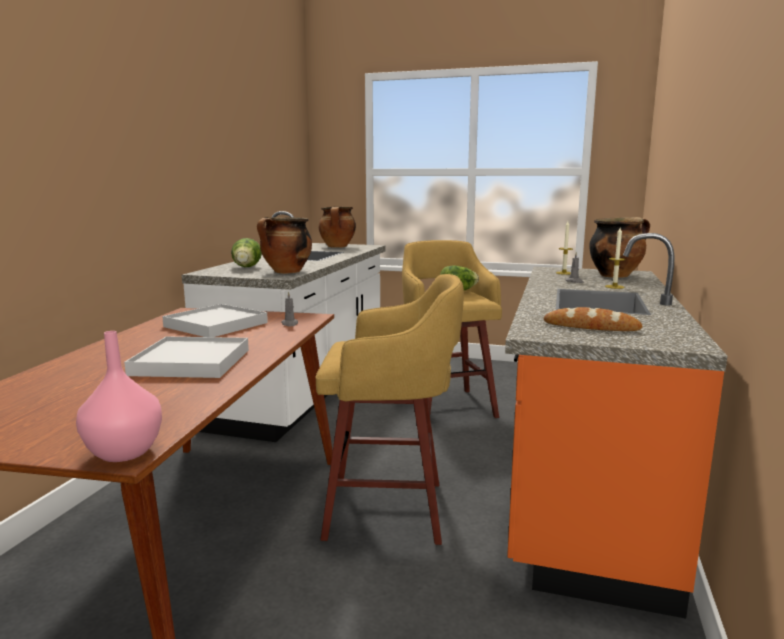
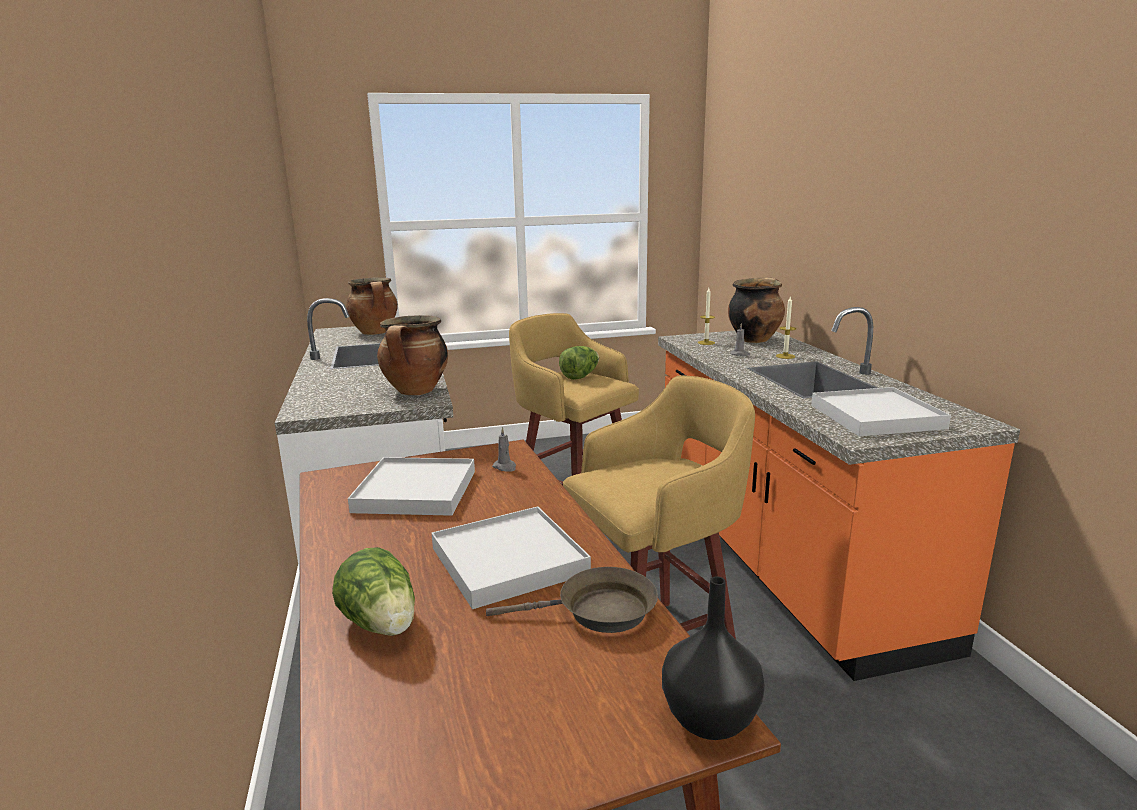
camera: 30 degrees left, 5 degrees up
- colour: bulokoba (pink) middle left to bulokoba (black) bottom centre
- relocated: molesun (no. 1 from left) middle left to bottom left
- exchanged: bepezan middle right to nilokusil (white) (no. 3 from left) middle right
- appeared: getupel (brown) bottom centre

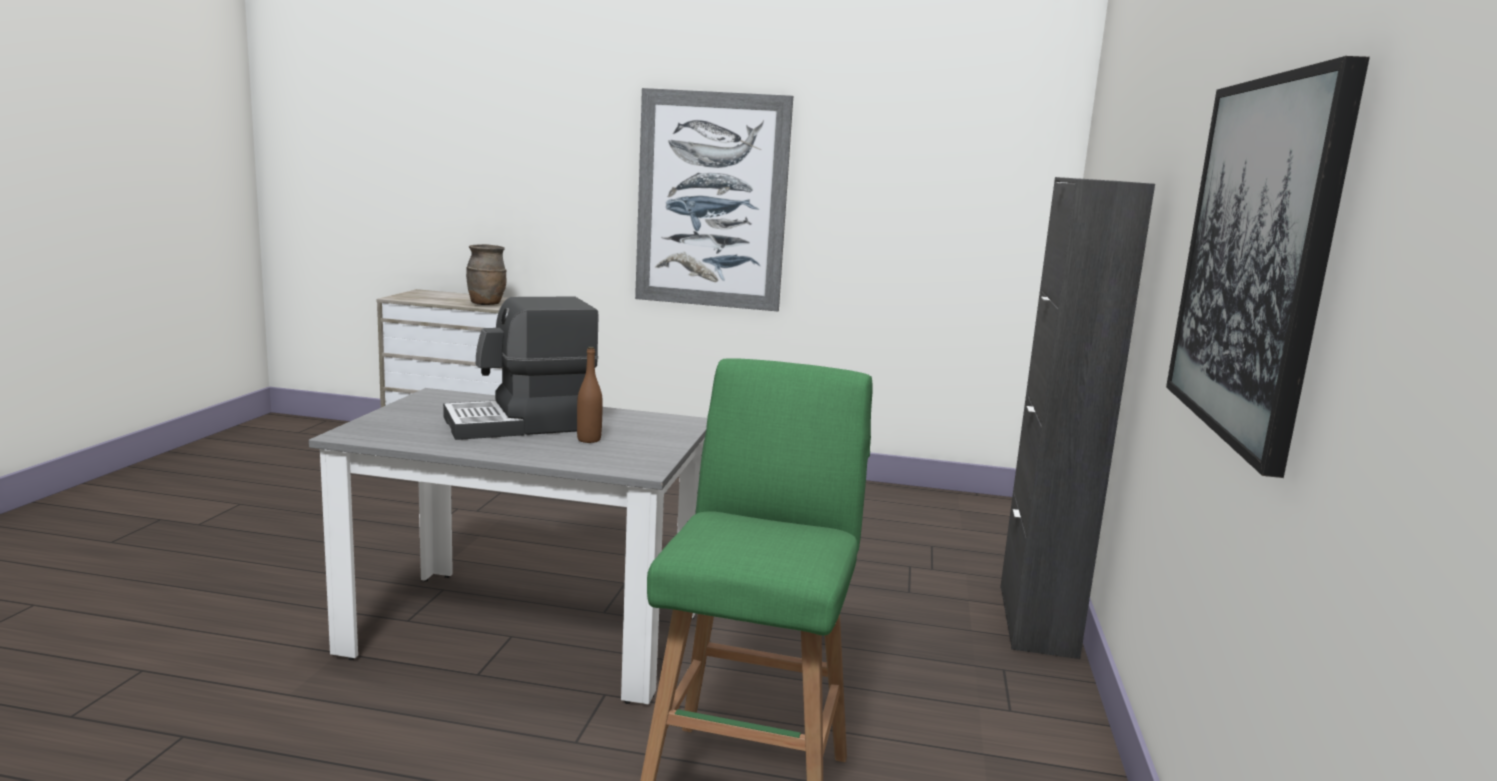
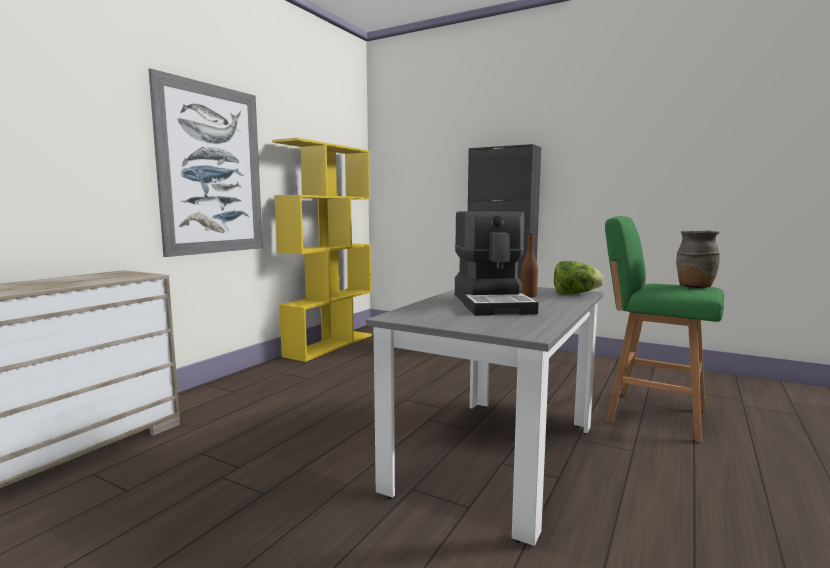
camera: 70 degrees left, 5 degrees down
- relocated: bulokoba (brown) middle left to middle right
- missing: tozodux (no. 2 from left) middle right
- appeared: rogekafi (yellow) centre
- appeared: molesun middle right

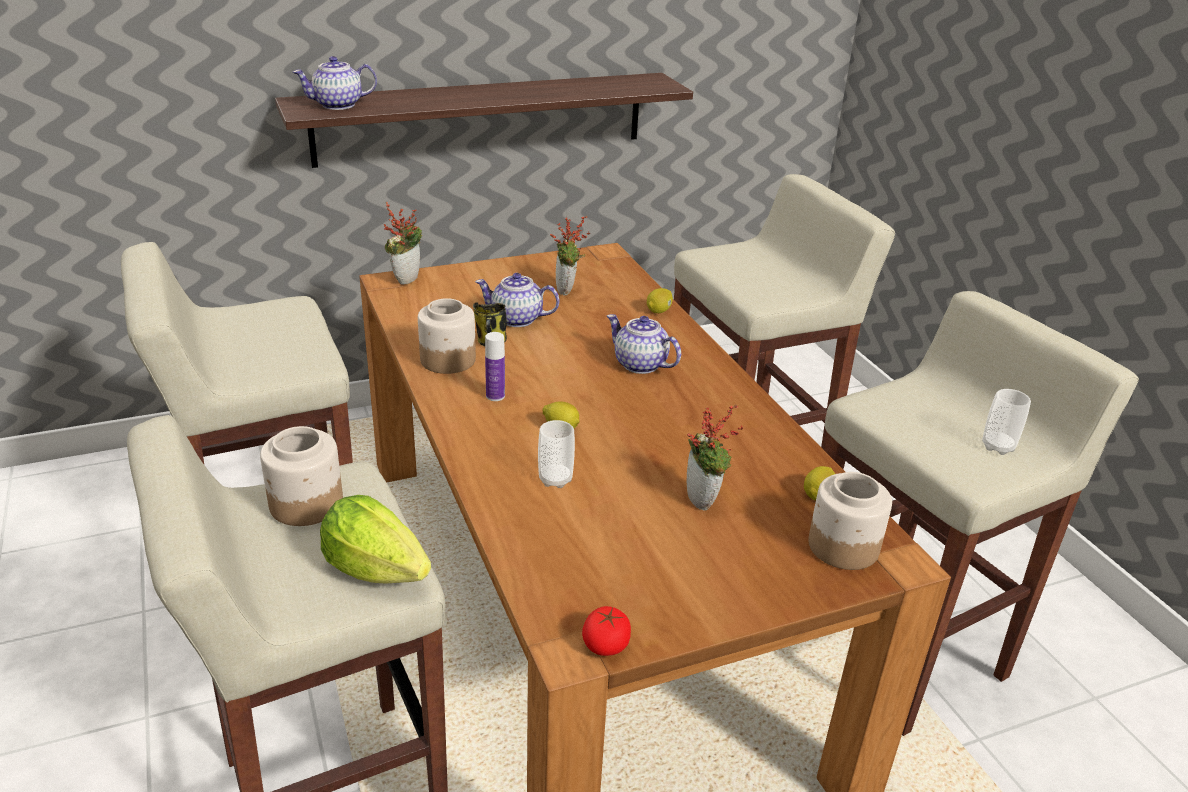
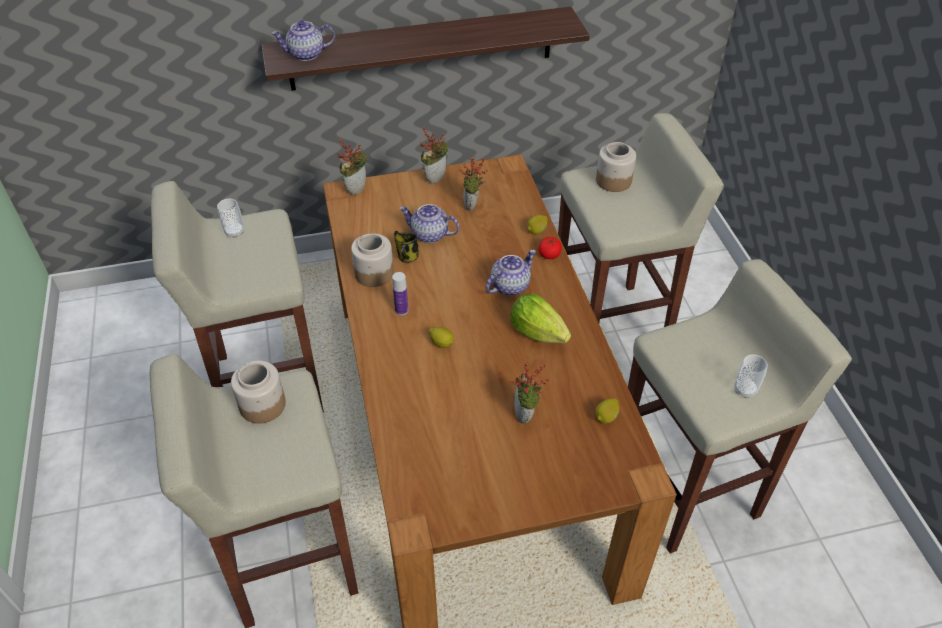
camera: 10 degrees right, 15 degrees up
- relocated: molesun bottom left to centre
- relocated: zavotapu (no. 1 from left) centre to middle left
- relocated: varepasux bottom centre to centre
- spun: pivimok (no. 3 from left) centre = centre 90 degrees clockwise
- relocated: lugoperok (no. 3 from left) middle right to top centre
- appeared: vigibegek (no. 2 from left) top centre

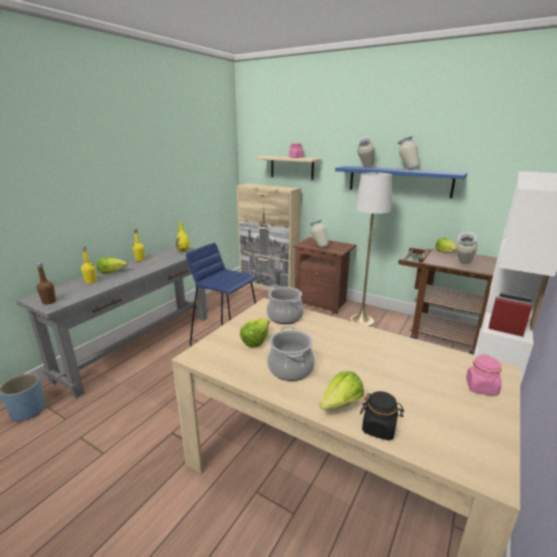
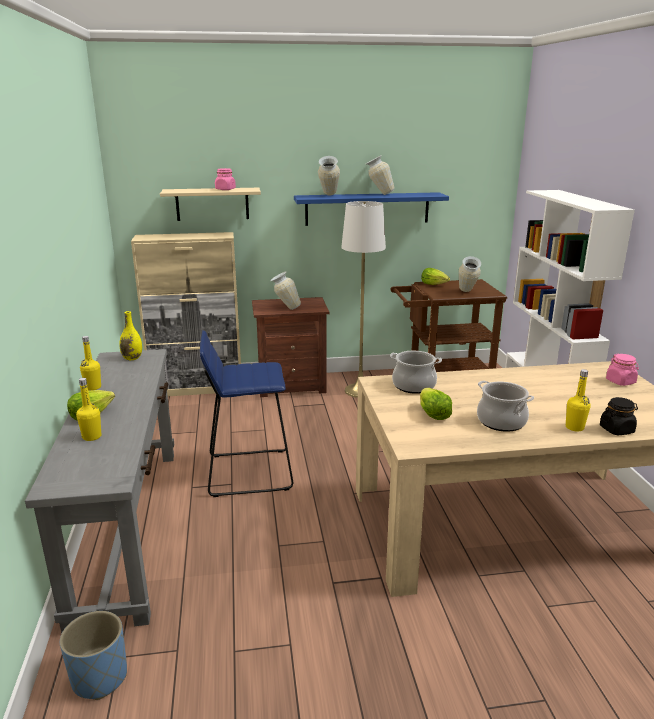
camera: 40 degrees left, 0 degrees up
- missing: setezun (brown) middle left
- exchanged: molesun (no. 3 from left) bottom centre to setezun (yellow) (no. 3 from left) middle right

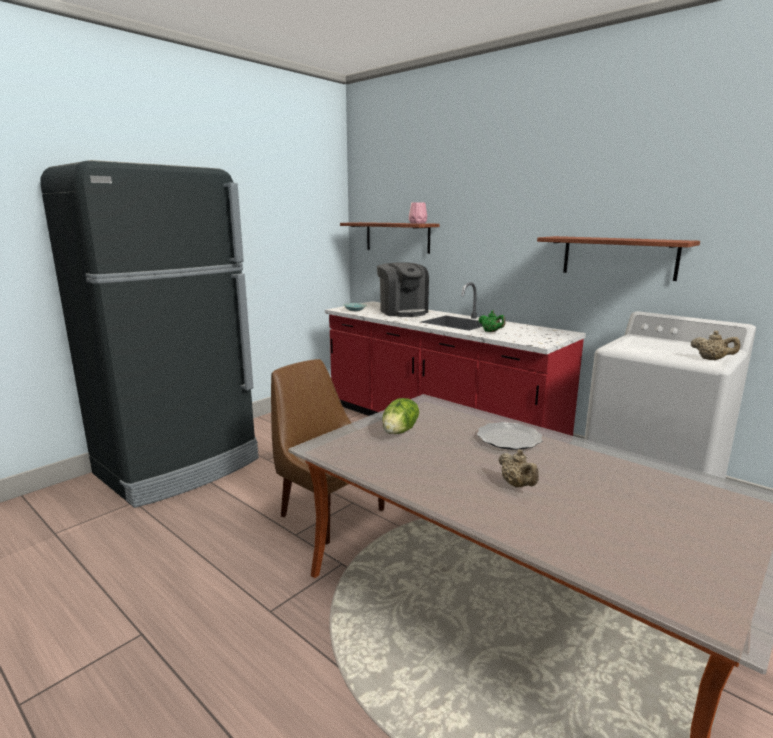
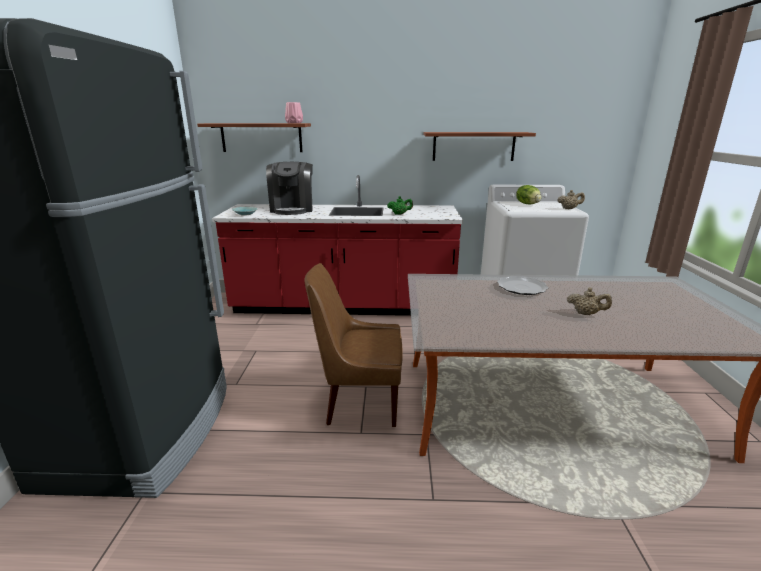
camera: 40 degrees left, 5 degrees up
- spun: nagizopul centre = top centre 60 degrees clockwise
- relocated: molesun centre to middle right

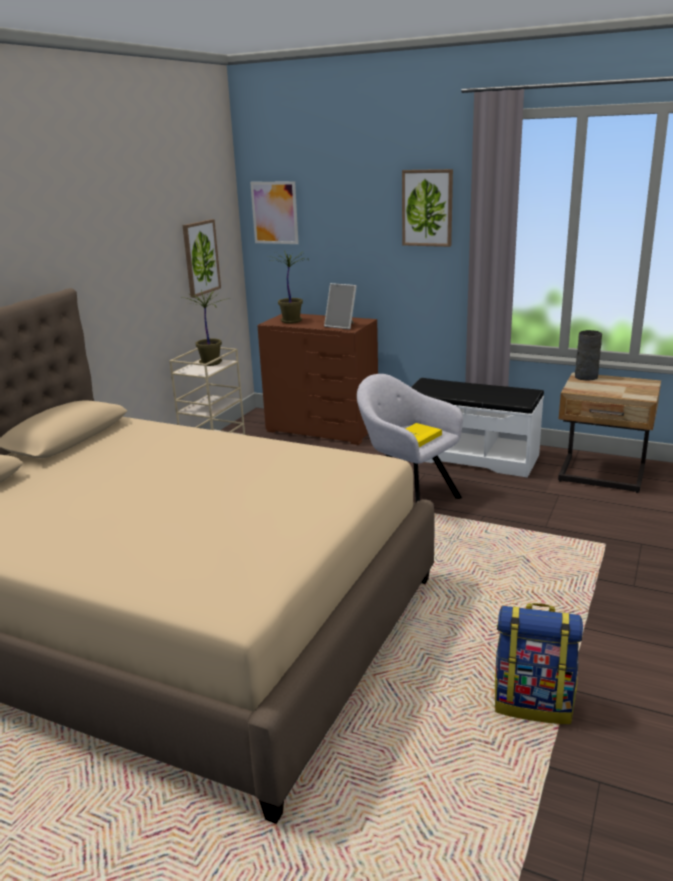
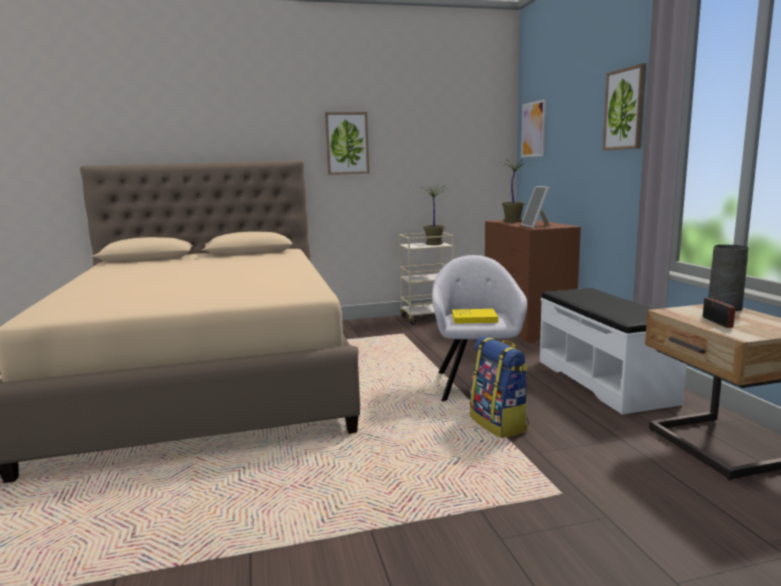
camera: 50 degrees right, 10 degrees down
- relocated: tozodux (no. 1 from left) top left to top centre
- relocated: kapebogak bottom right to centre
- appeared: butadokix middle right

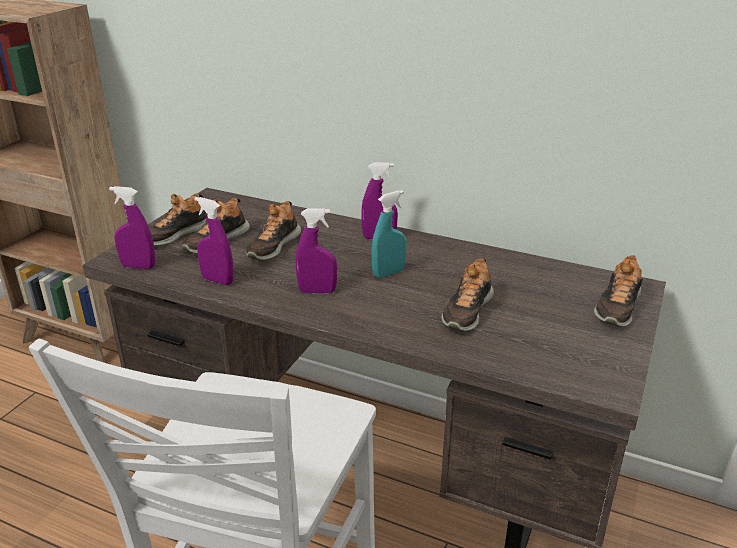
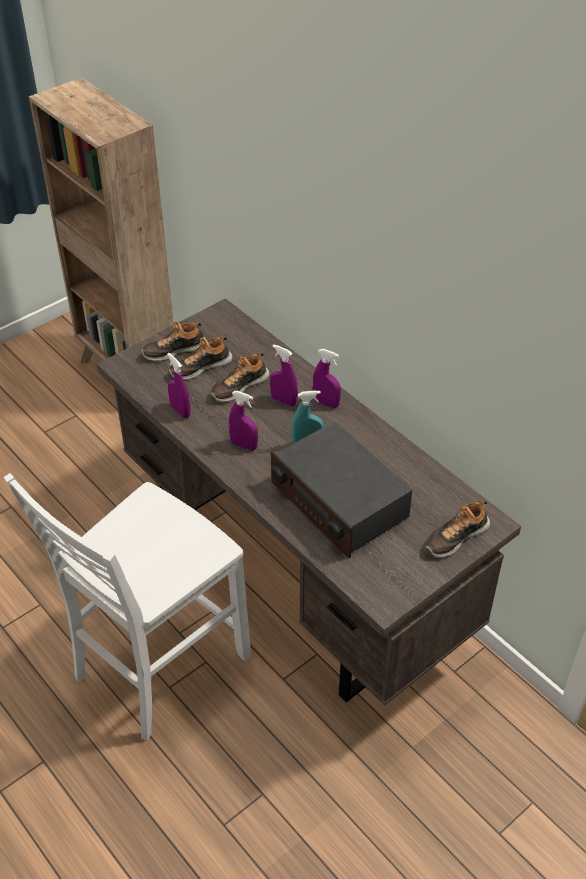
camera: 25 degrees right, 15 degrees up
- relocated: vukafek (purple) (no. 1 from left in the first image) middle left to vukafek (purple) (no. 3 from left) centre
- exchanged: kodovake (no. 4 from left) centre to butadokix centre

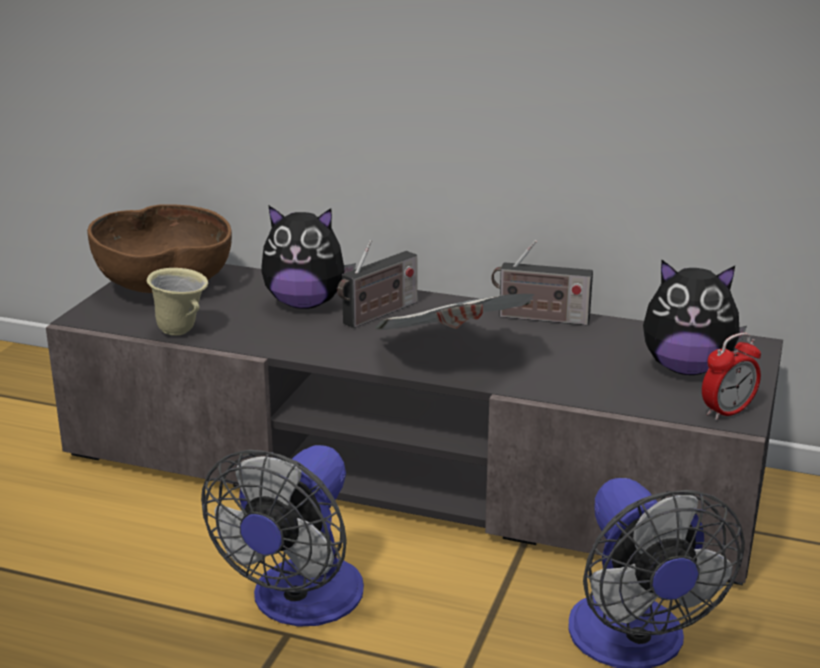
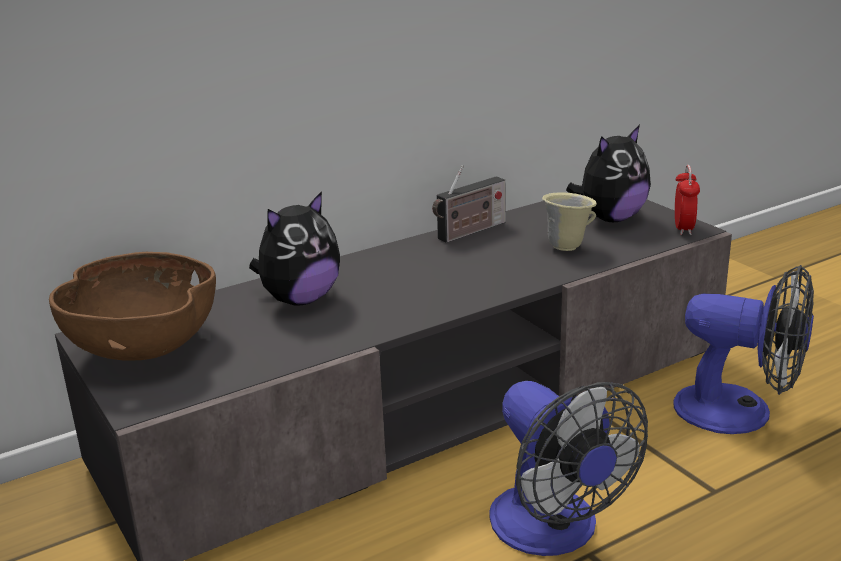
camera: 50 degrees left, 0 degrees up
- relocated: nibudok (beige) middle left to middle right
- missing: butadokix (no. 1 from left) centre
- missing: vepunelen centre

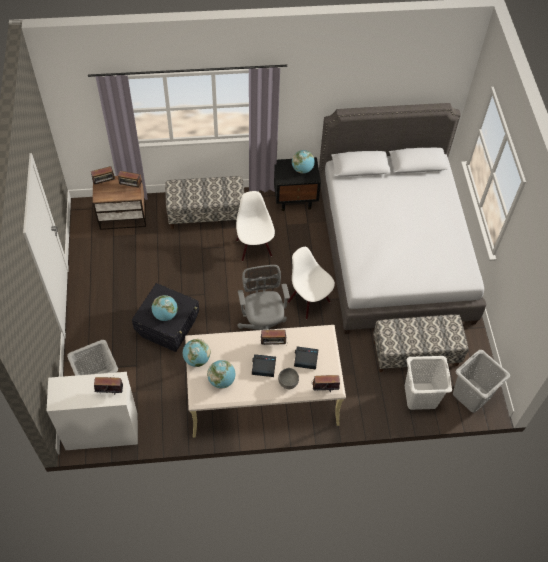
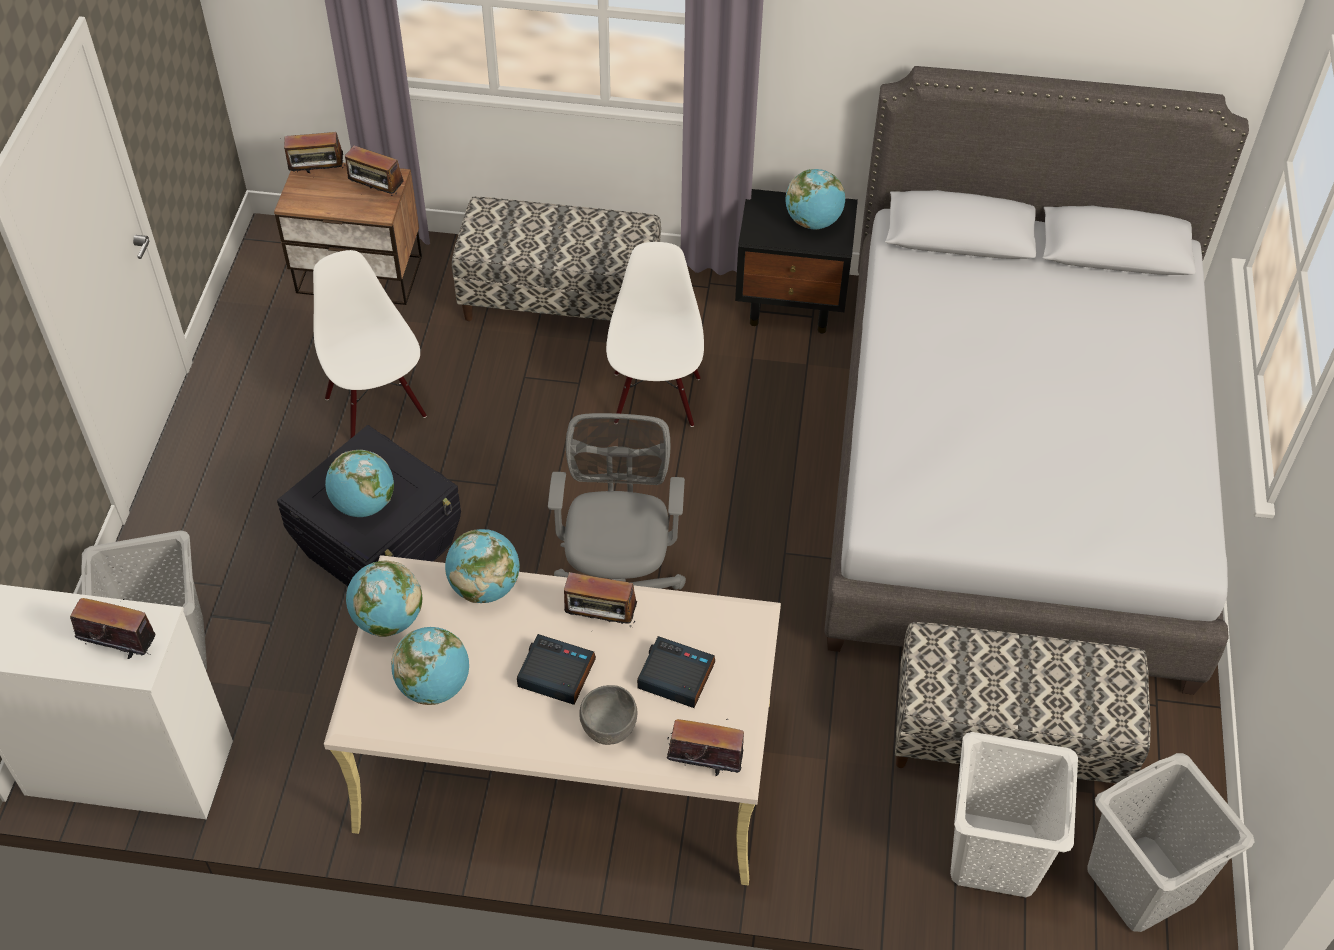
camera: 15 degrees right, 5 degrees down
- relocated: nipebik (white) (no. 2 from left in the first image) centre to nipebik (white) (no. 1 from left) middle left
- appeared: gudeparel (no. 4 from left) centre

